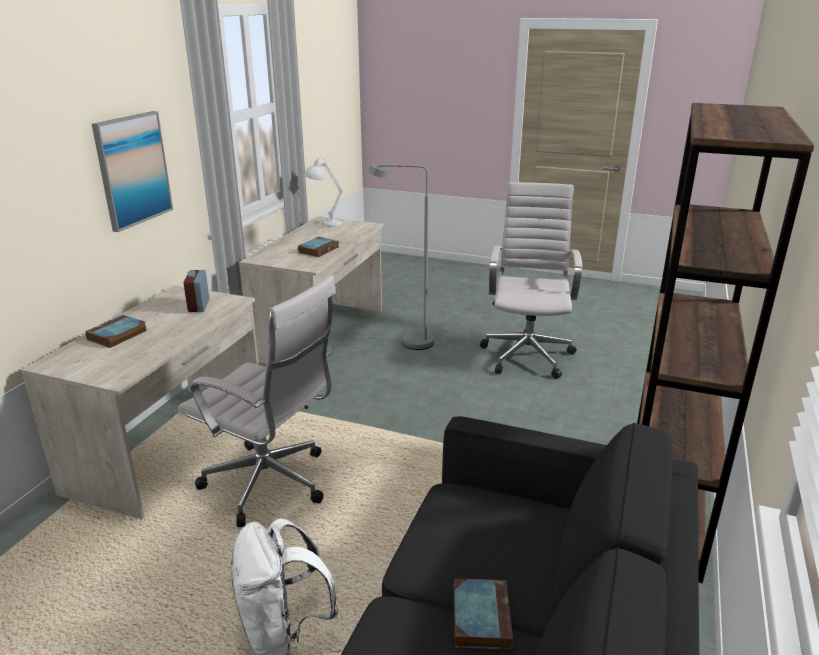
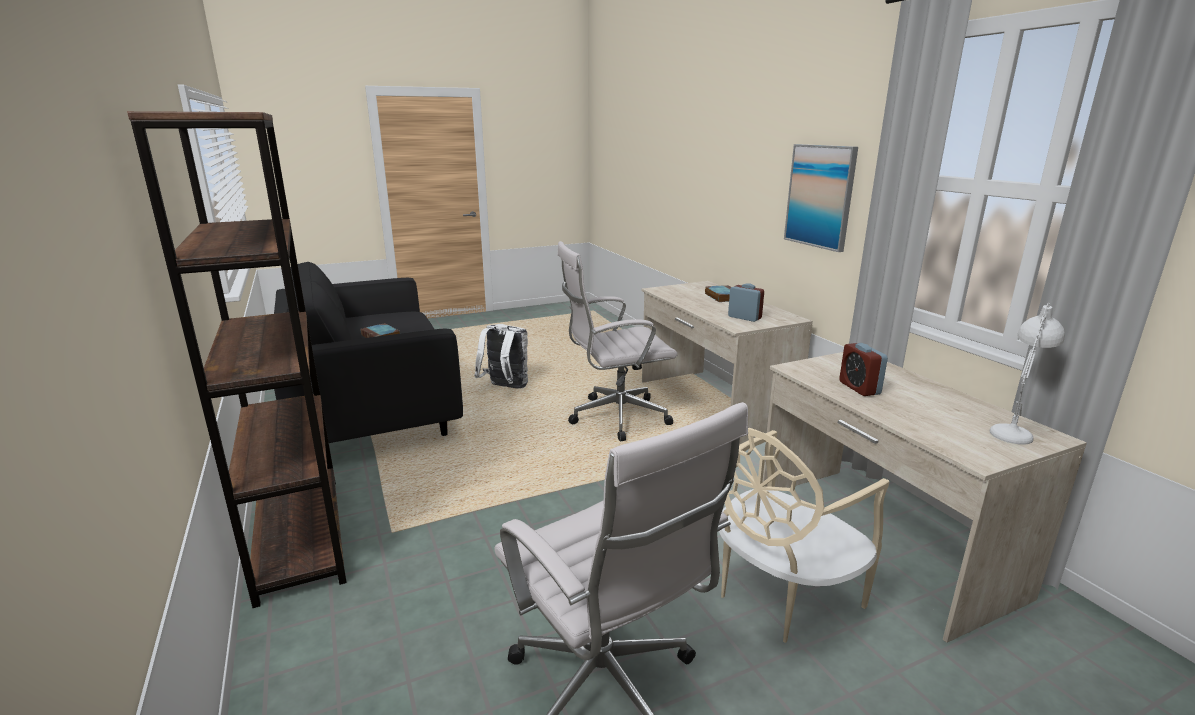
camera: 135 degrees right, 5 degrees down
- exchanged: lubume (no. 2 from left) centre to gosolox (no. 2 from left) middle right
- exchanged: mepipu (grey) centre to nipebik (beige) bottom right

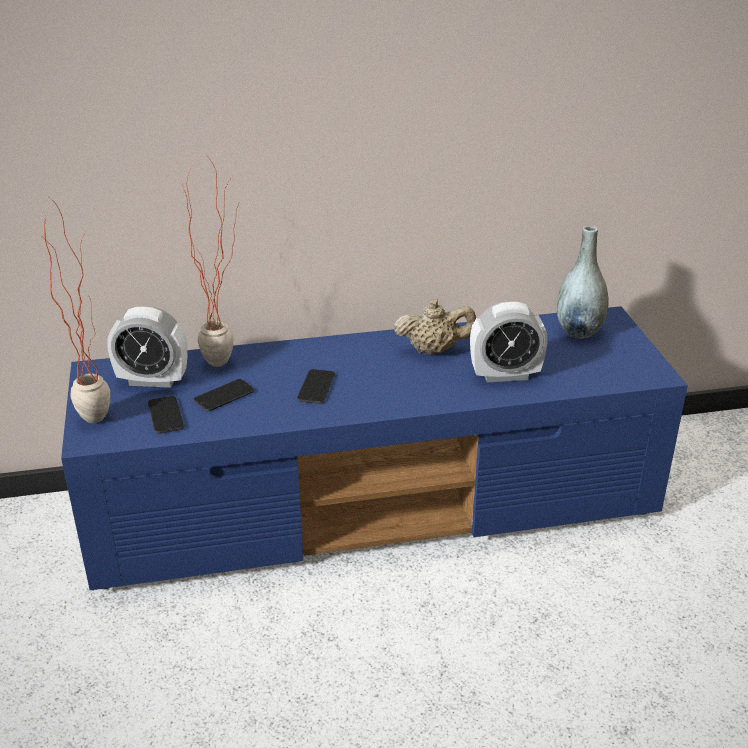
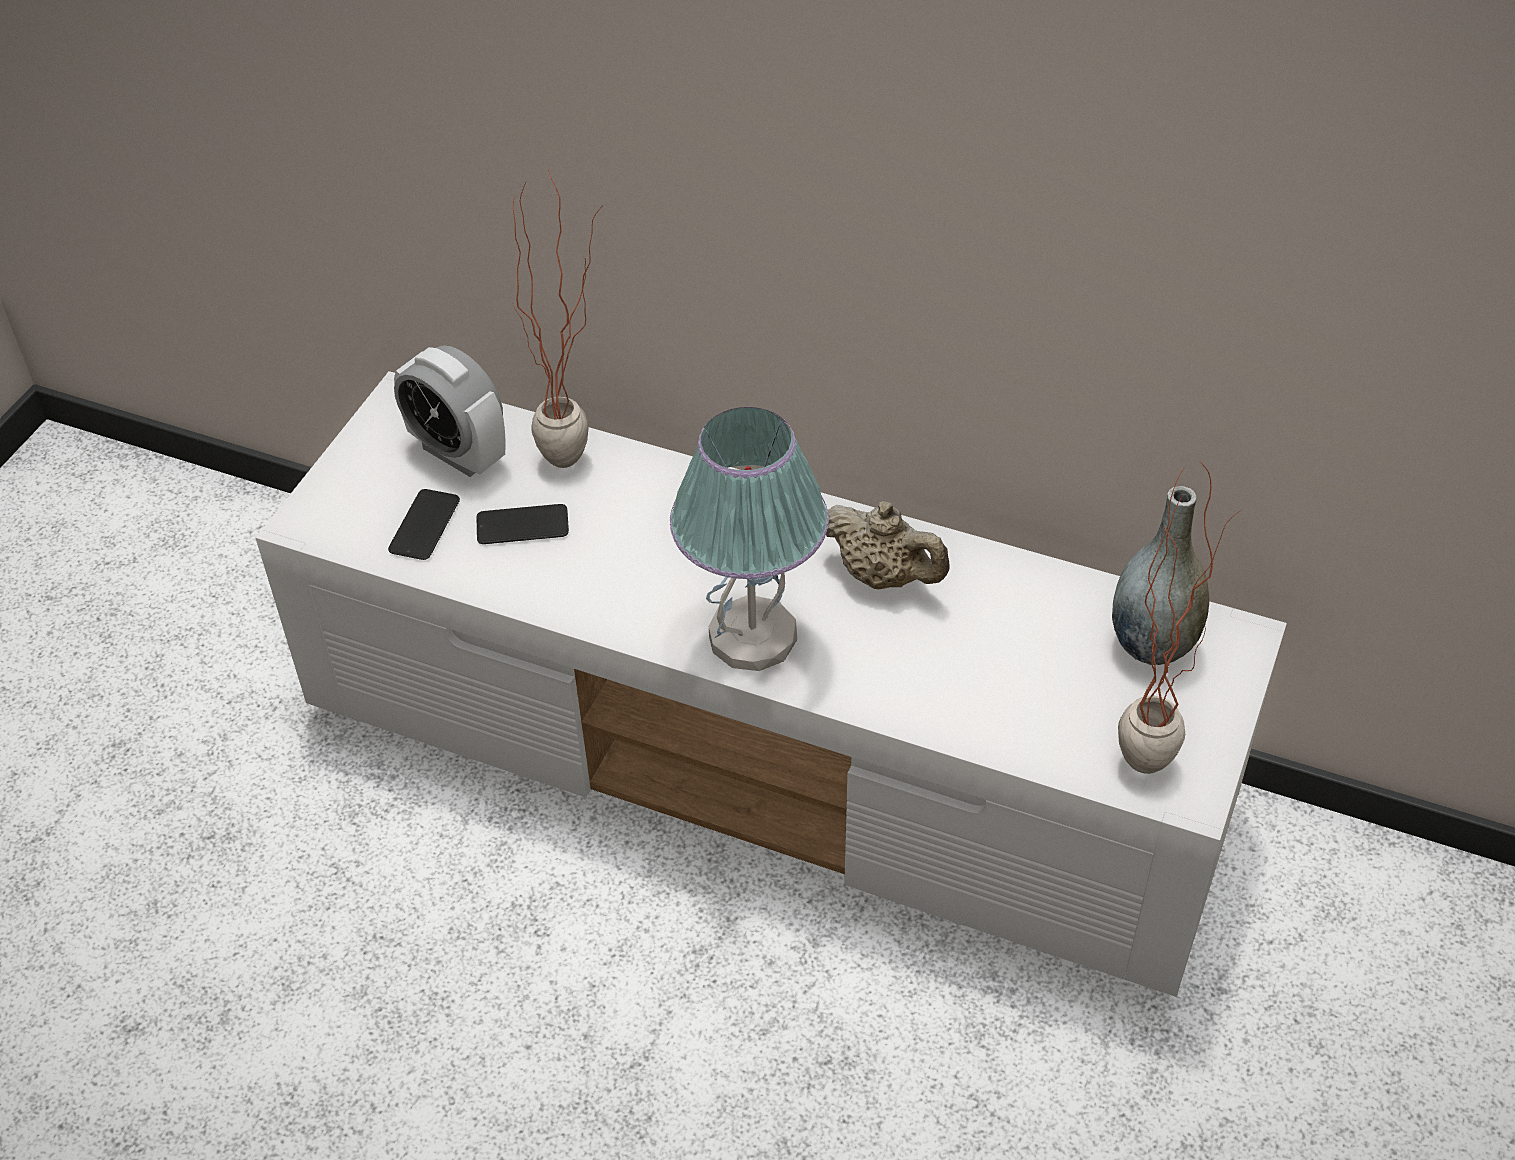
camera: 35 degrees right, 15 degrees up
- relocated: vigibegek (no. 1 from left in the first image) middle left to vigibegek (no. 2 from left) middle right
- colour: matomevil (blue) centre to matomevil (white) centre
- missing: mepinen (no. 3 from left) centre
- missing: gosolox (no. 2 from left) middle right
- appeared: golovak centre

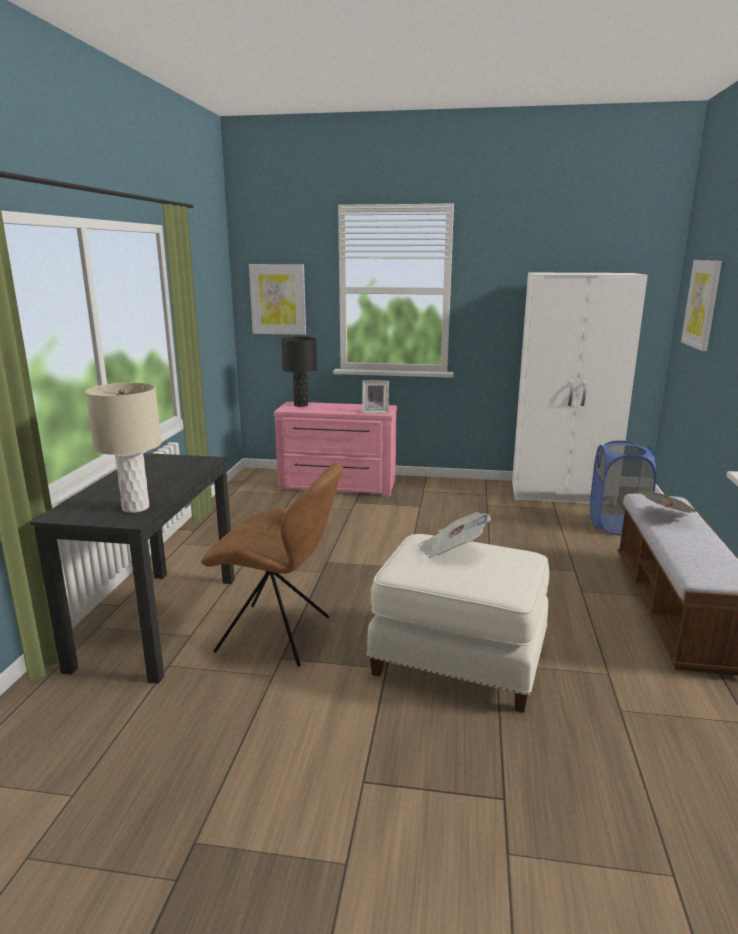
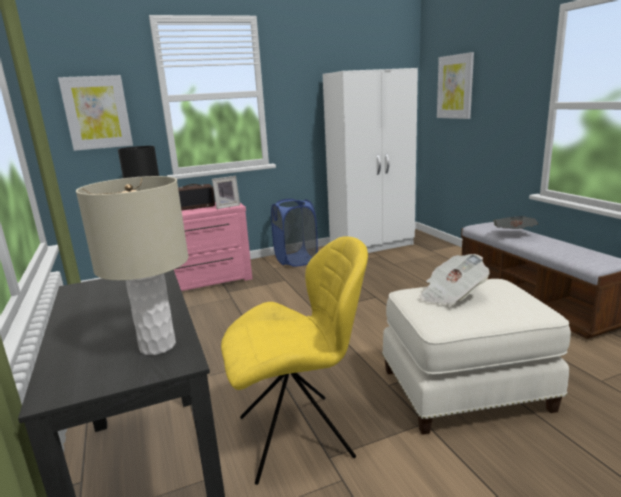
camera: 30 degrees left, 0 degrees up
- colour: nipebik (brown) centre to nipebik (yellow) bottom centre
- relocated: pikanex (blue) middle right to centre
- appeared: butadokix middle left

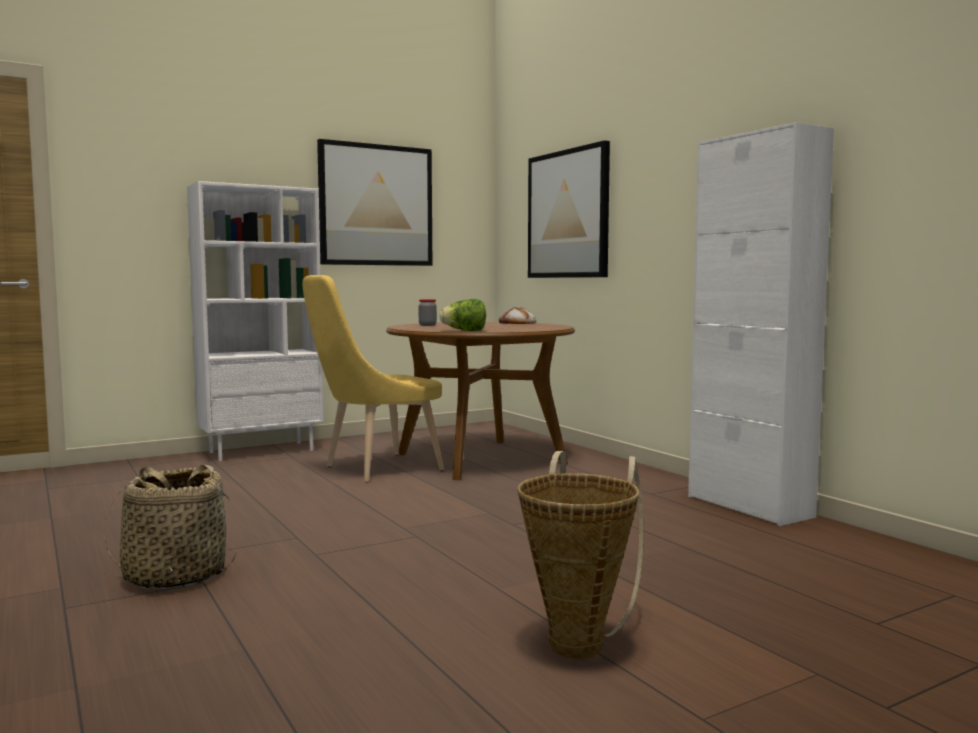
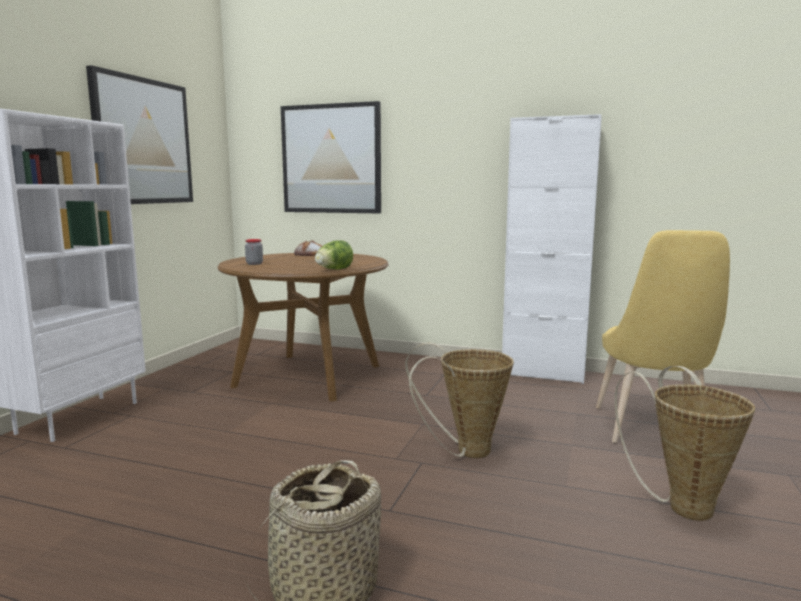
camera: 40 degrees left, 5 degrees up
- relocated: nipebik (yellow) centre to middle right
- appeared: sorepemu (no. 2 from left) centre

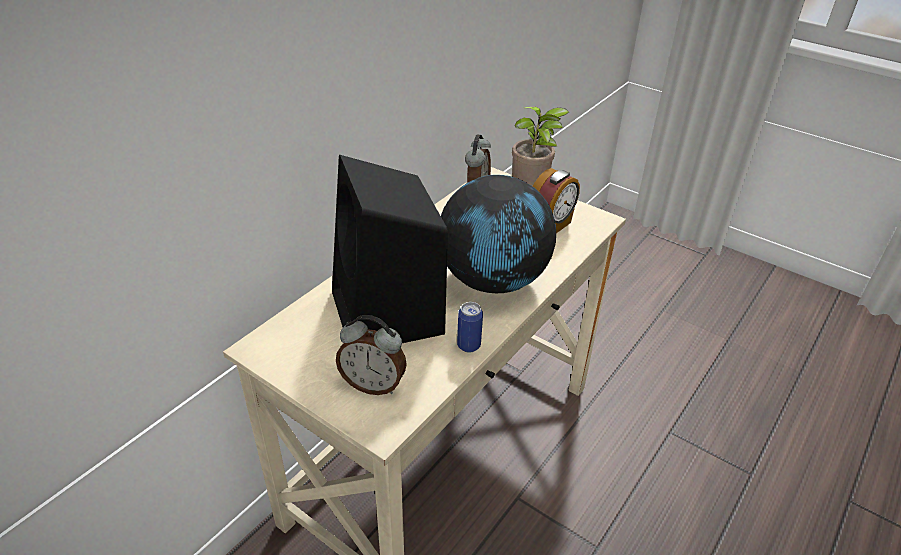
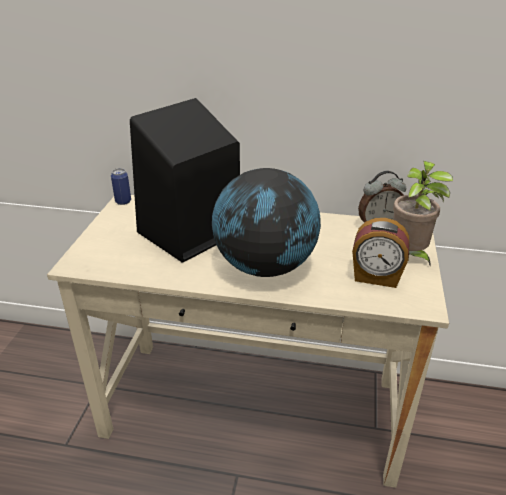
camera: 65 degrees right, 5 degrees down
- missing: gosolox (no. 1 from left) centre
- relocated: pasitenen centre to middle left

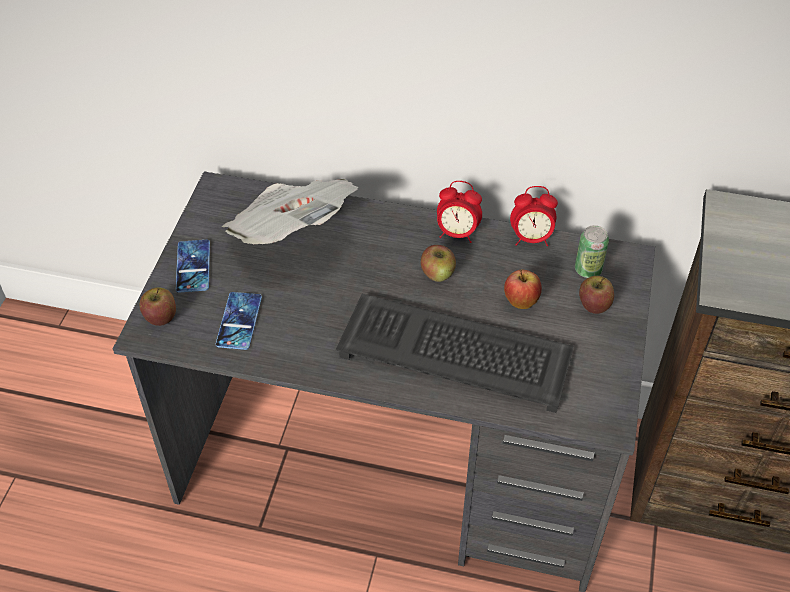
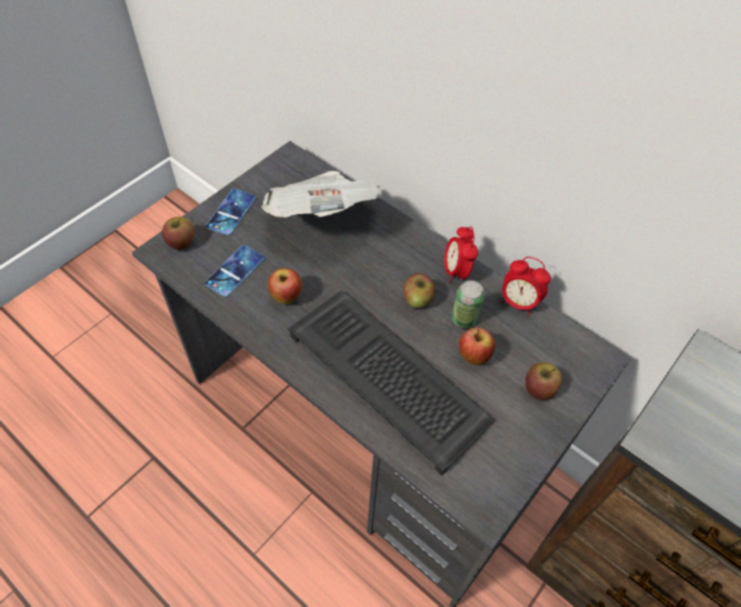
camera: 25 degrees right, 5 degrees up
- spun: gosolox (no. 1 from left) centre = centre 45 degrees clockwise
- relocated: pasitenen middle right to centre
- appeared: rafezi (no. 2 from left) centre

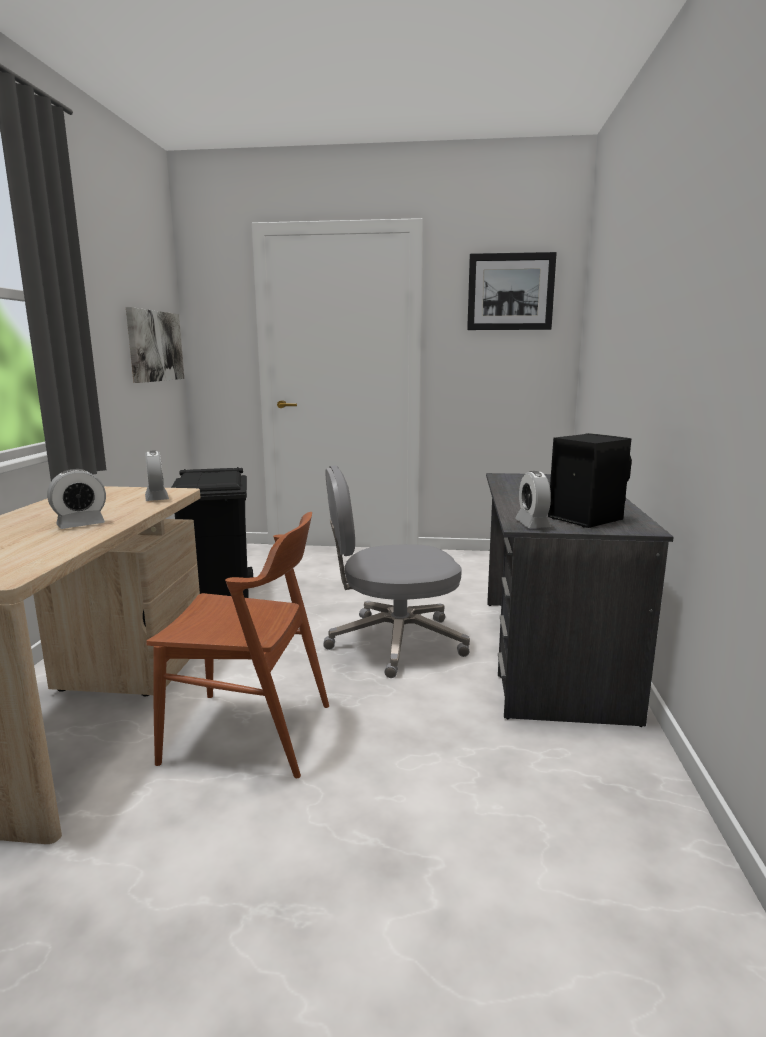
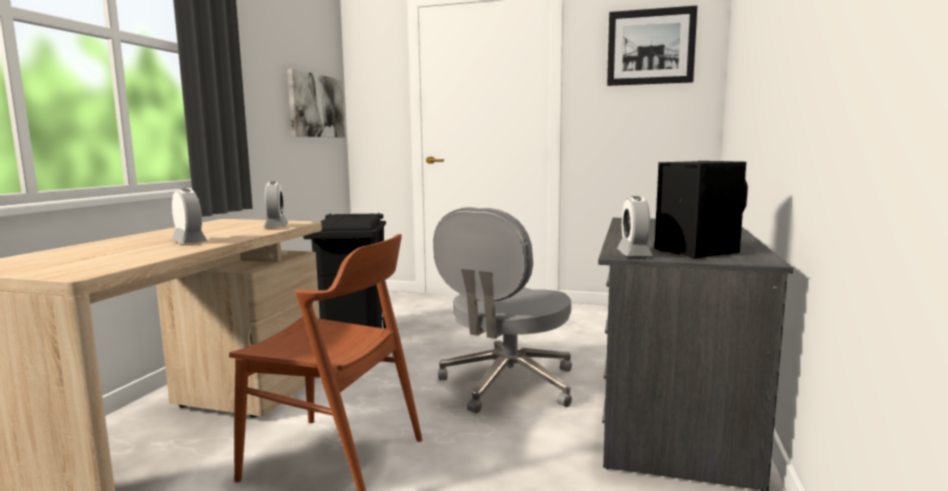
camera: 10 degrees right, 5 degrees down
- spun: gosolox (no. 1 from left) middle left = middle left 105 degrees counterclockwise
- spun: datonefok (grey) centre = centre 60 degrees counterclockwise

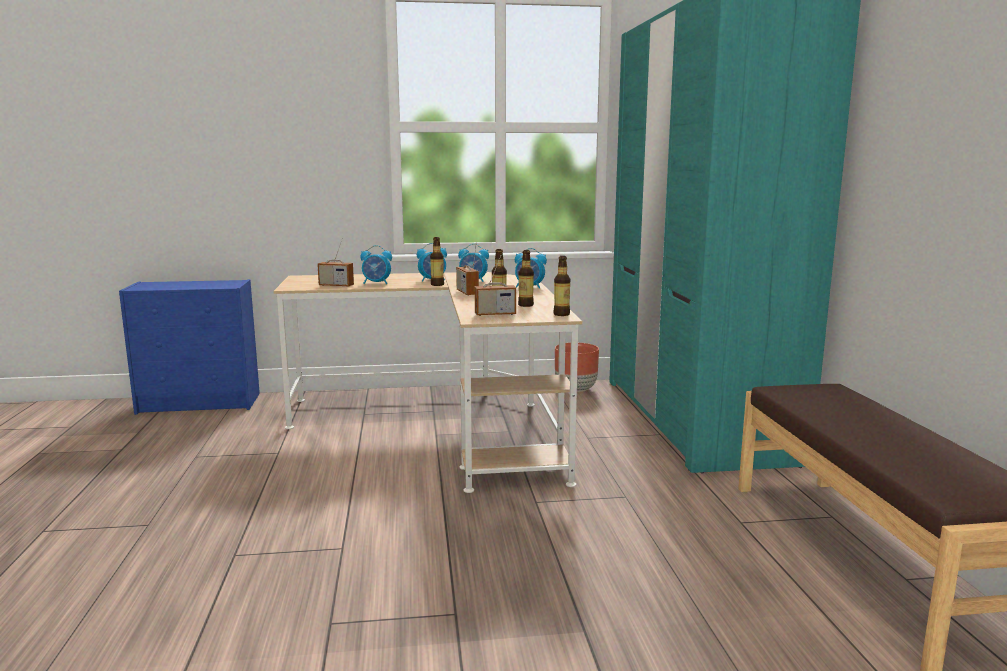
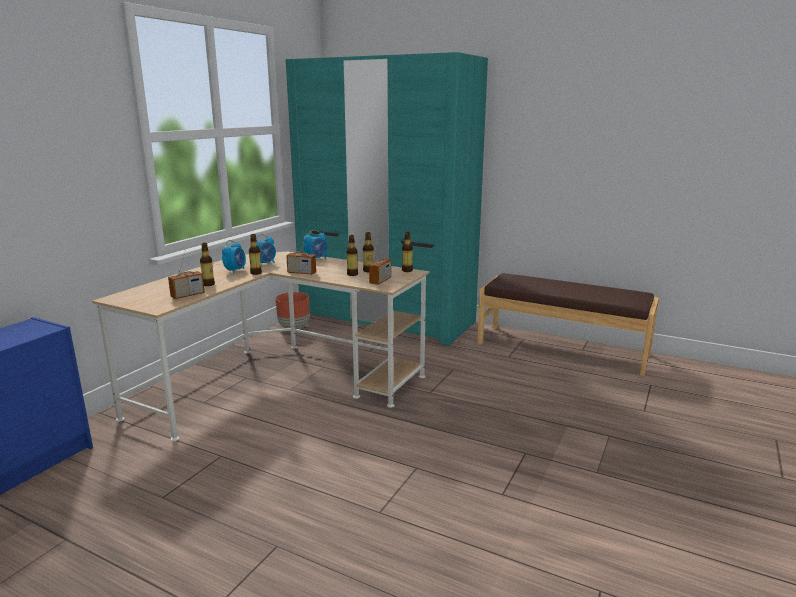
camera: 55 degrees left, 5 degrees up
- exchanged: gosolox (no. 1 from left) centre to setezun (no. 1 from left) middle left

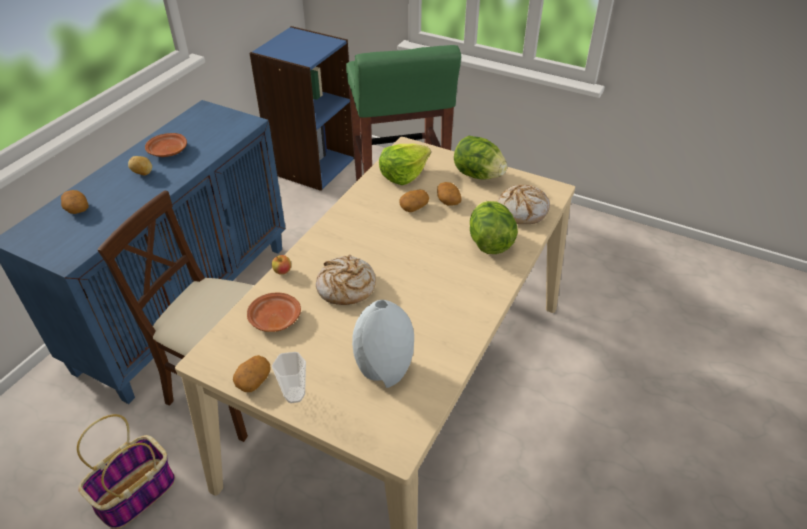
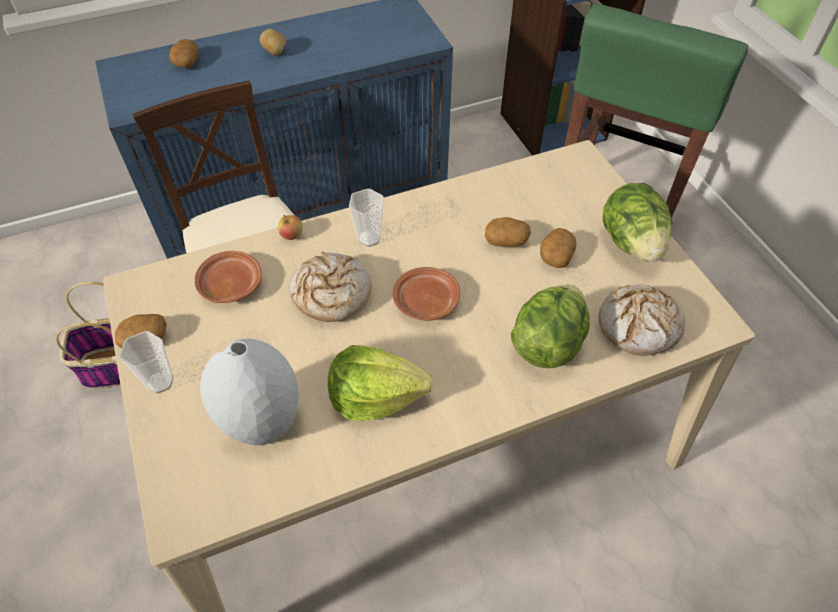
camera: 40 degrees right, 10 degrees up
- relocated: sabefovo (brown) (no. 1 from left in the first image) top left to sabefovo (brown) (no. 2 from left) centre
- relocated: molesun (no. 1 from left) top centre to centre
- appeared: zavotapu (no. 2 from left) centre

